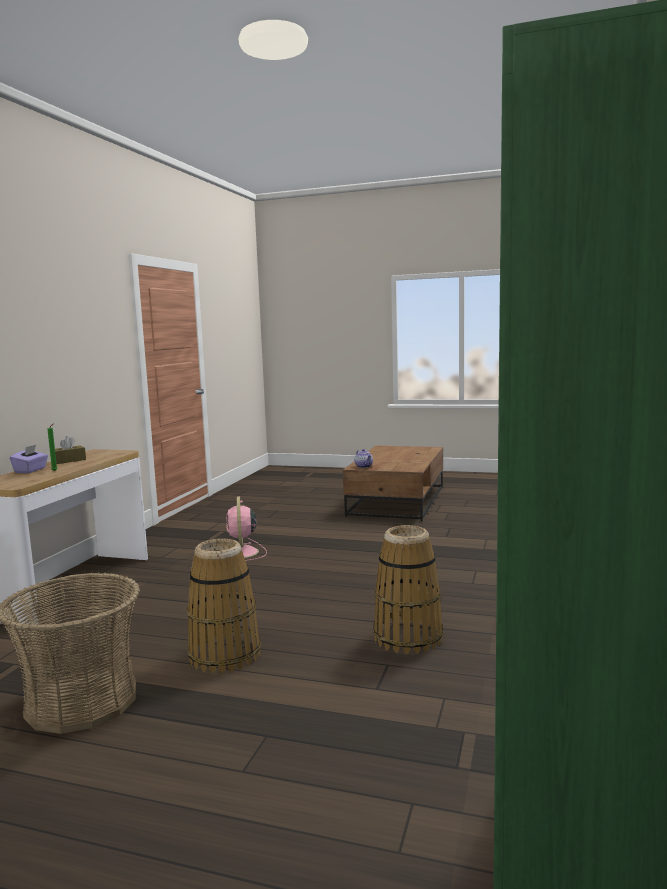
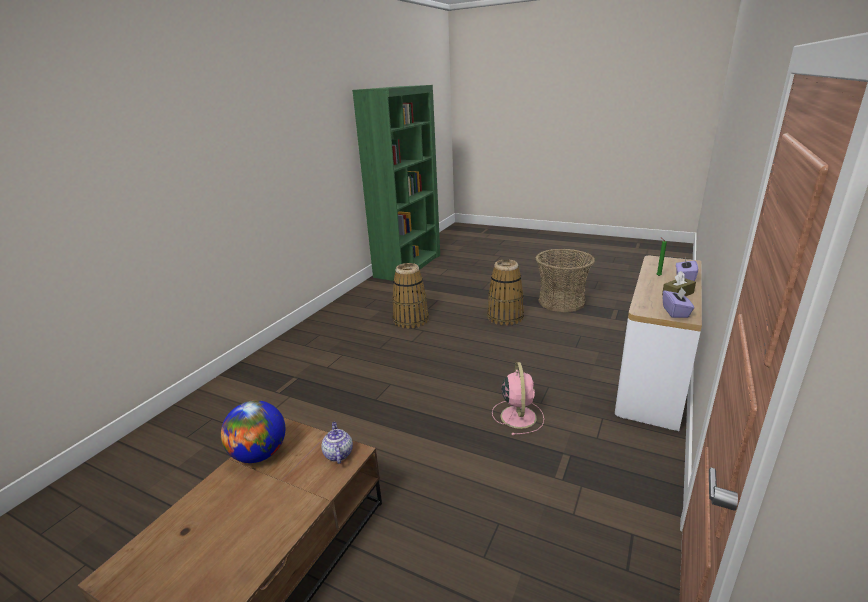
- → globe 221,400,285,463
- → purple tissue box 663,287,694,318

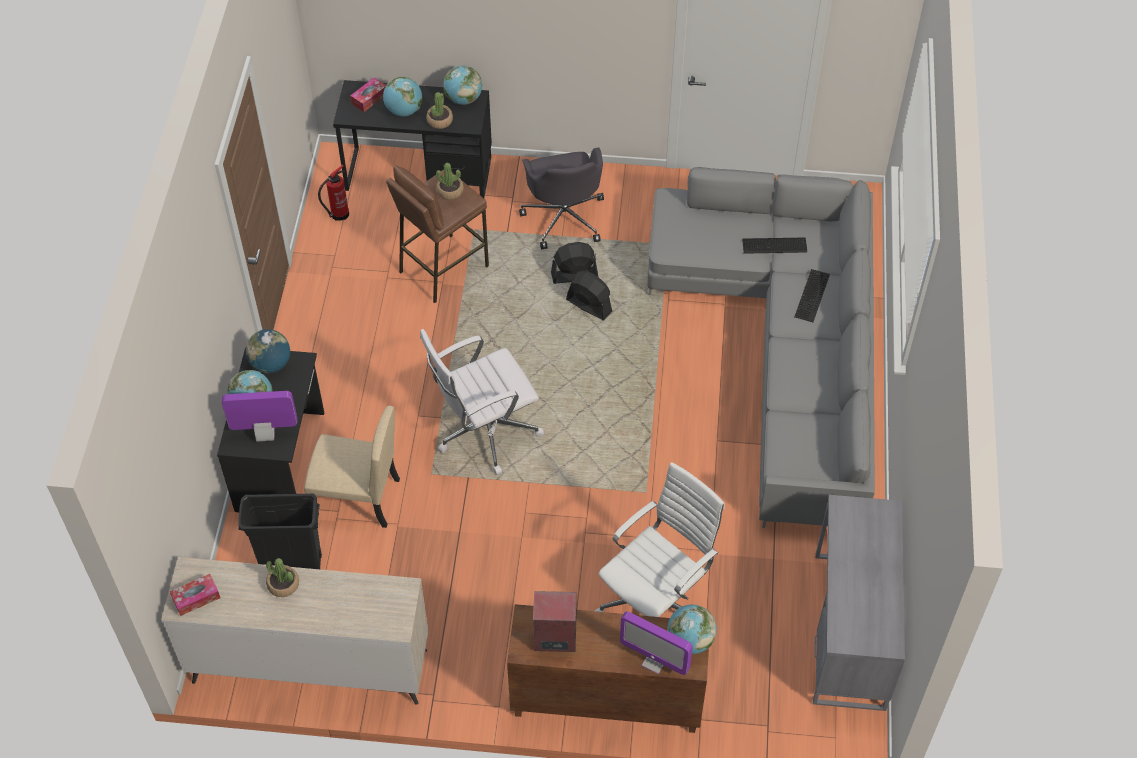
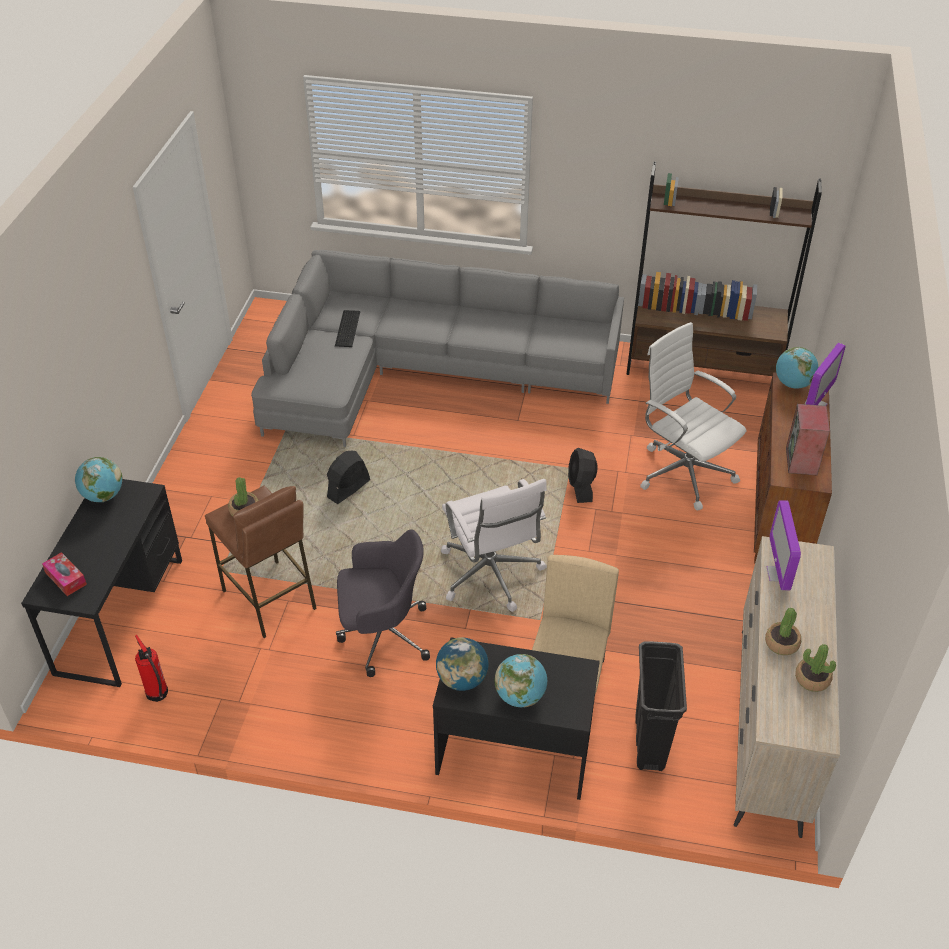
tissue box 170,574,220,616 → -
globe 383,77,422,116 → -
keyboard 794,269,830,322 → -
monitor 222,391,297,442 → monitor 767,500,801,590, shifted
potted plant 427,92,453,129 → potted plant 795,644,836,692, shifted
grey office chair 519,147,604,249 → grey office chair 336,529,430,677, shifted
black fan 551,242,598,284 → black fan 568,448,598,503, shifted
grey desk 813,495,905,711 → brown bookcase 626,162,822,376

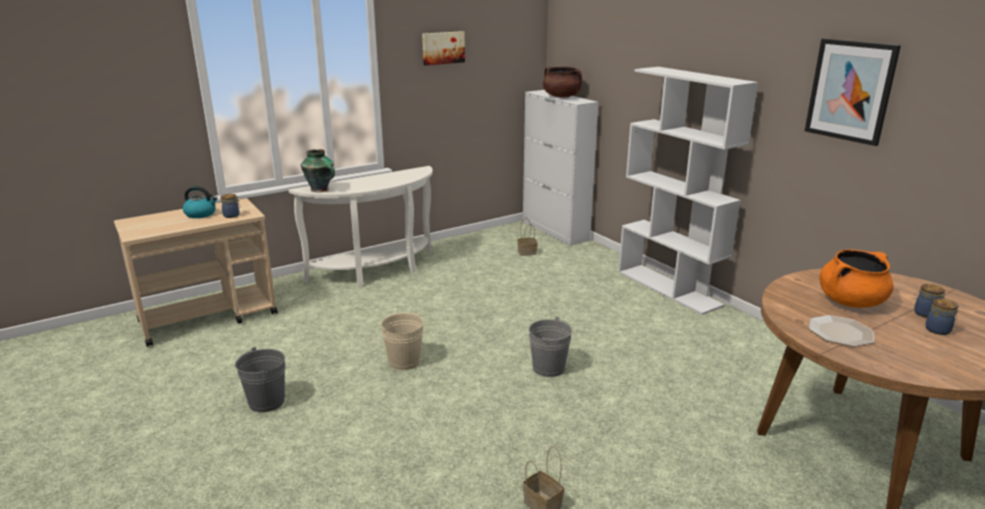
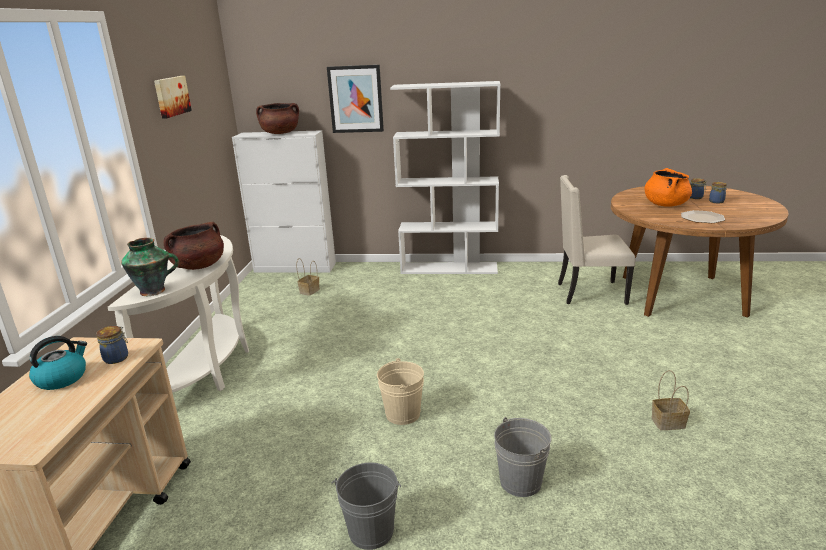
- → brown cooking pot 164,222,224,270
- → beige chair 558,175,635,305
grey bucket 529,317,572,377 → grey bucket 494,417,552,497, shifted
picture 805,38,901,146 → picture 327,65,384,133, shifted

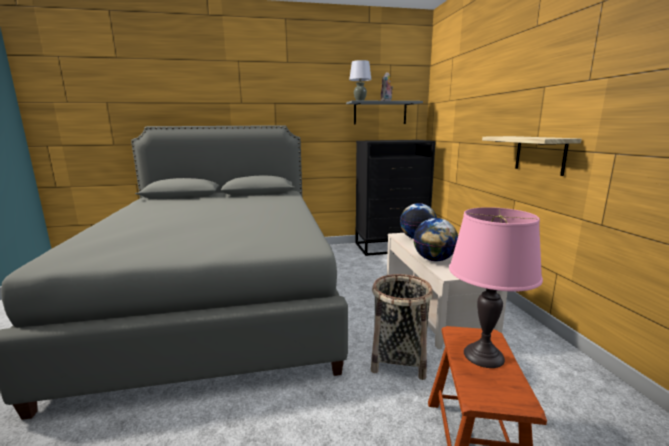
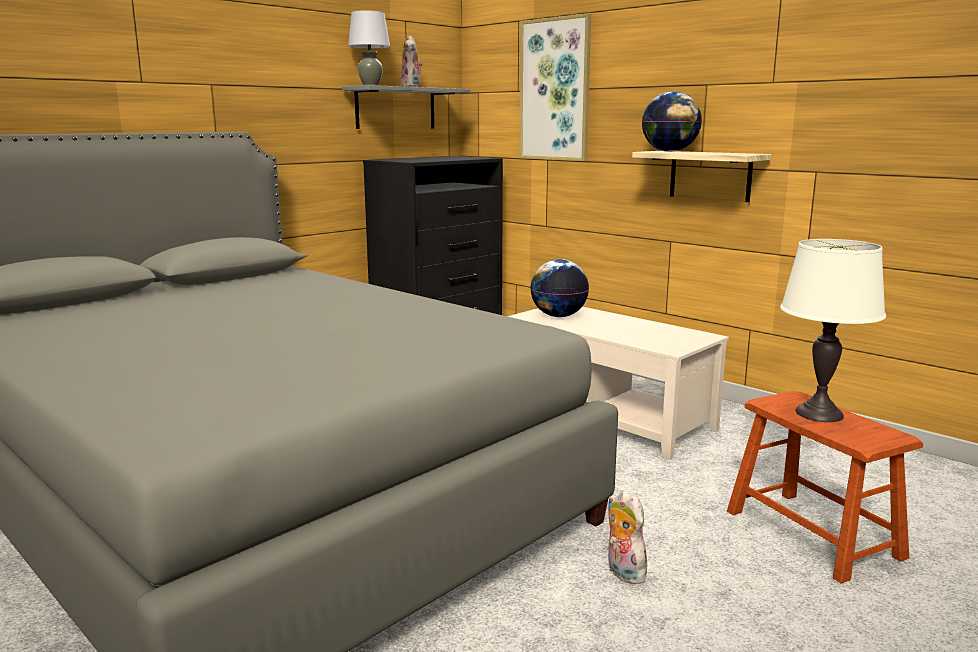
basket 371,274,433,380 → -
- → picture 520,13,591,161
- → plush toy 608,490,649,584
globe 413,218,458,261 → globe 642,91,702,152, shifted
pink table lamp 449,207,543,368 → white table lamp 780,239,886,422

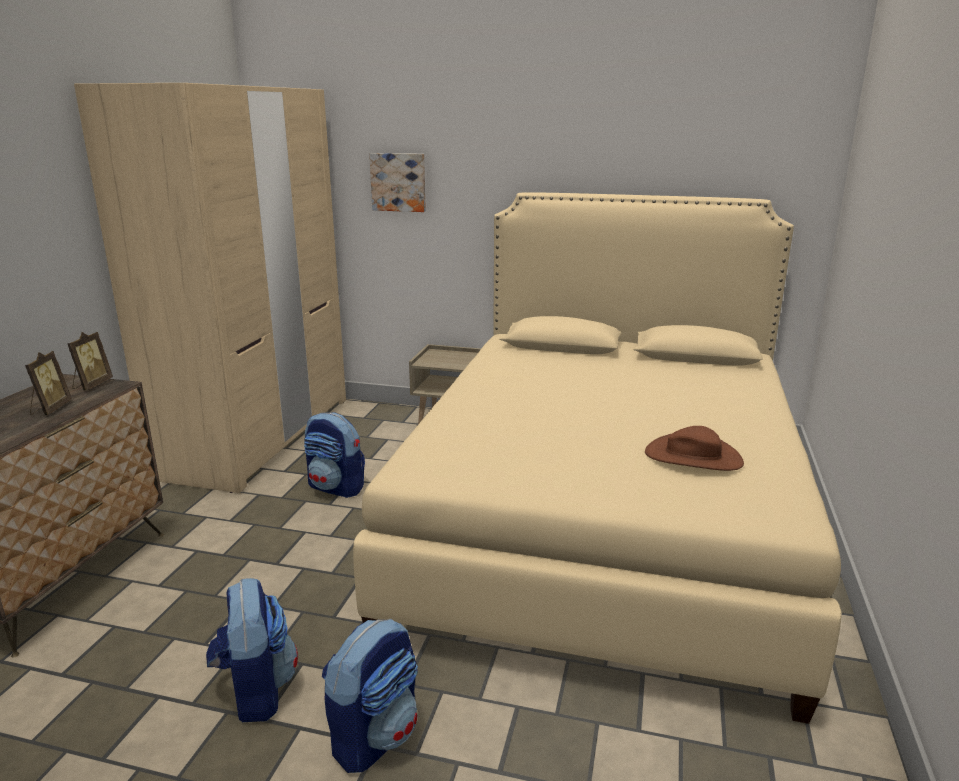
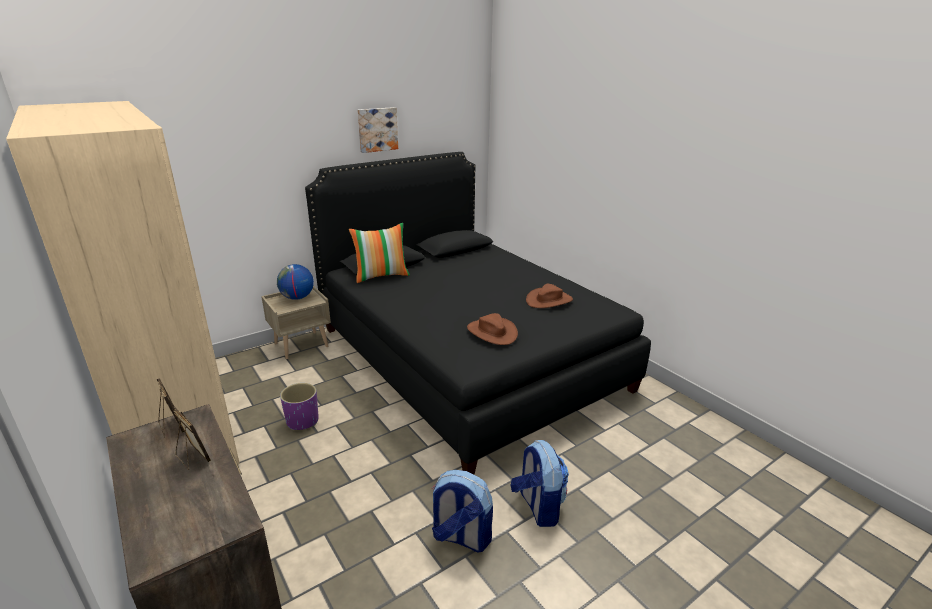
- → globe 277,264,314,300
- → pillow 349,223,410,283
- → brown hat 467,313,518,345
picture 369,153,426,212 → picture 357,107,398,153, shifted
backpack 304,413,365,498 → purple planter 280,383,319,431
beige bed 353,192,842,724 → black bed 305,152,651,475

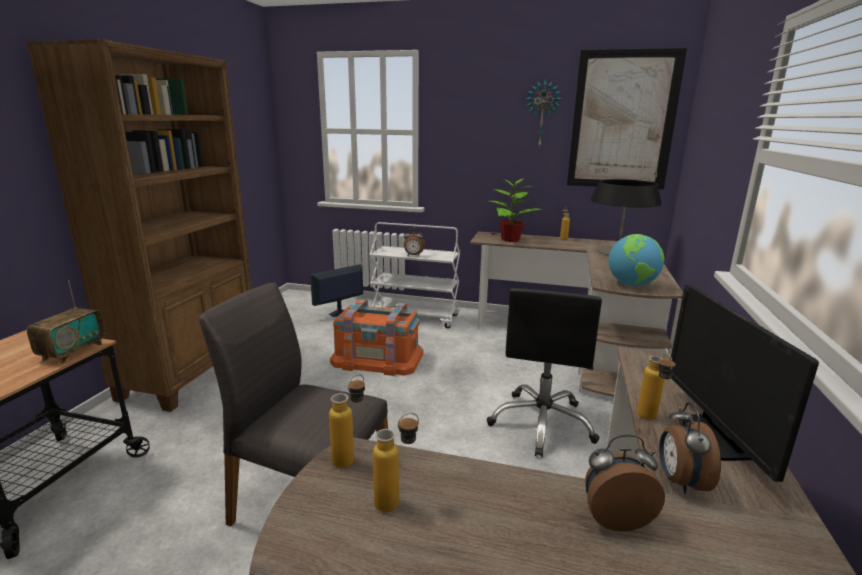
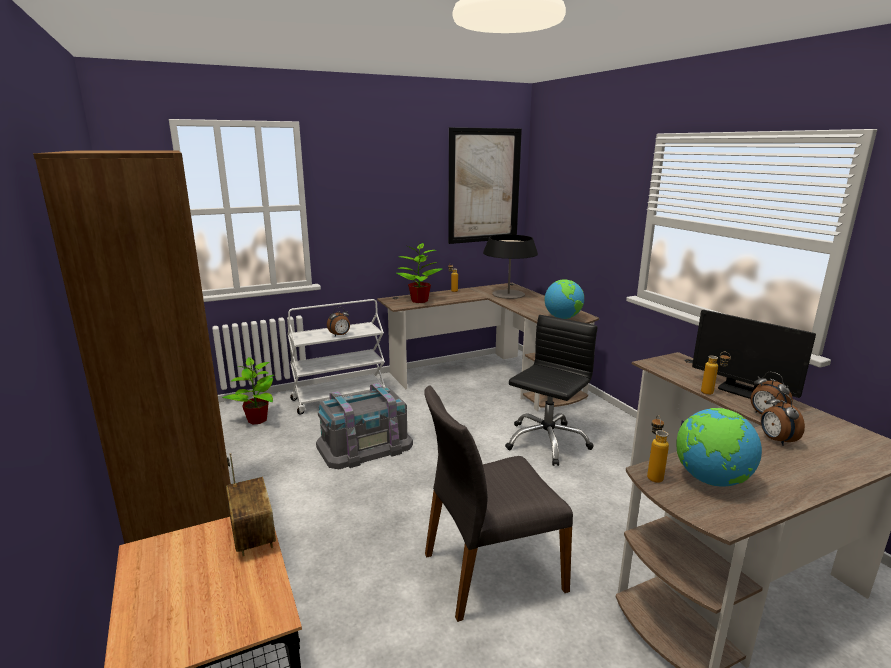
wall clock 526,79,562,148 → -
monitor 310,264,363,317 → potted plant 222,357,274,424
bottle 373,413,419,512 → globe 676,408,762,487
orange storage box 330,299,423,376 → grey storage box 316,383,413,469
black office chair 487,288,602,457 → black office chair 505,315,598,466, 120 degrees counterclockwise
alarm clock 585,435,665,532 → alarm clock 761,392,805,446, 60 degrees counterclockwise

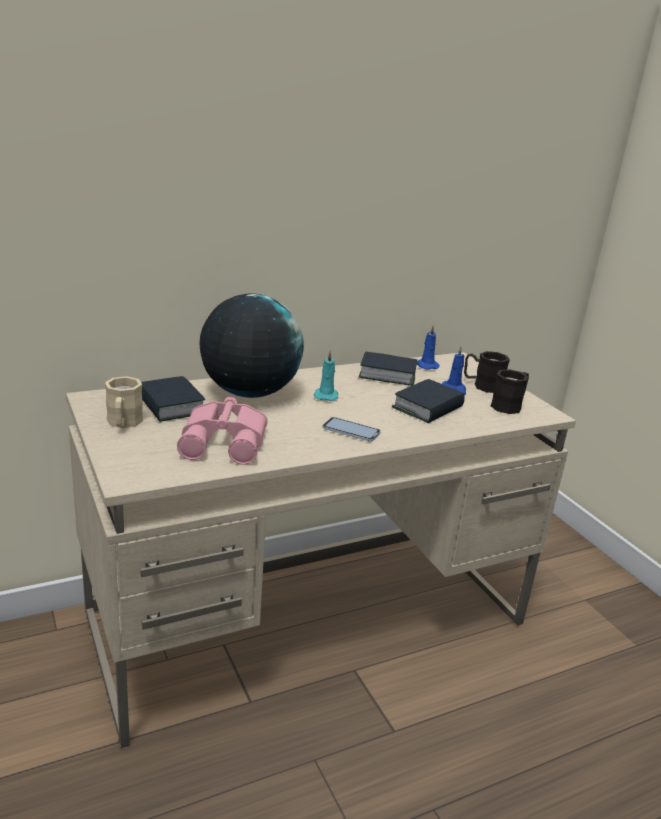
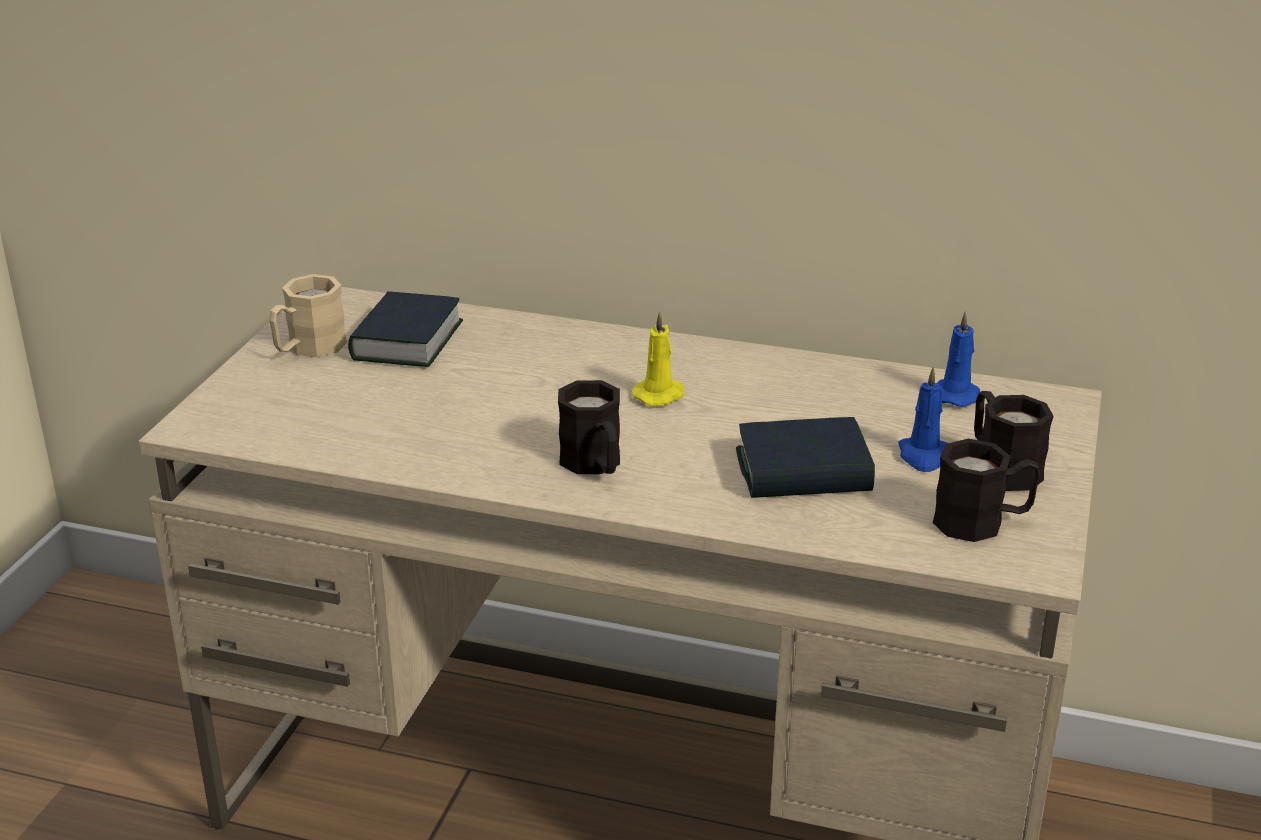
pink binoculars 177,397,268,465 → -
globe 199,294,304,398 → -
book 359,351,417,386 → -
phone 322,417,381,442 → black mug 558,380,620,474
turquoise candle 314,350,338,401 → yellow candle 632,311,684,406

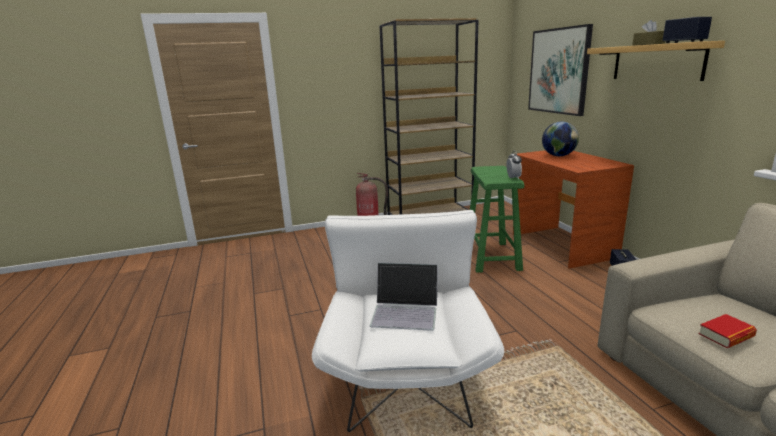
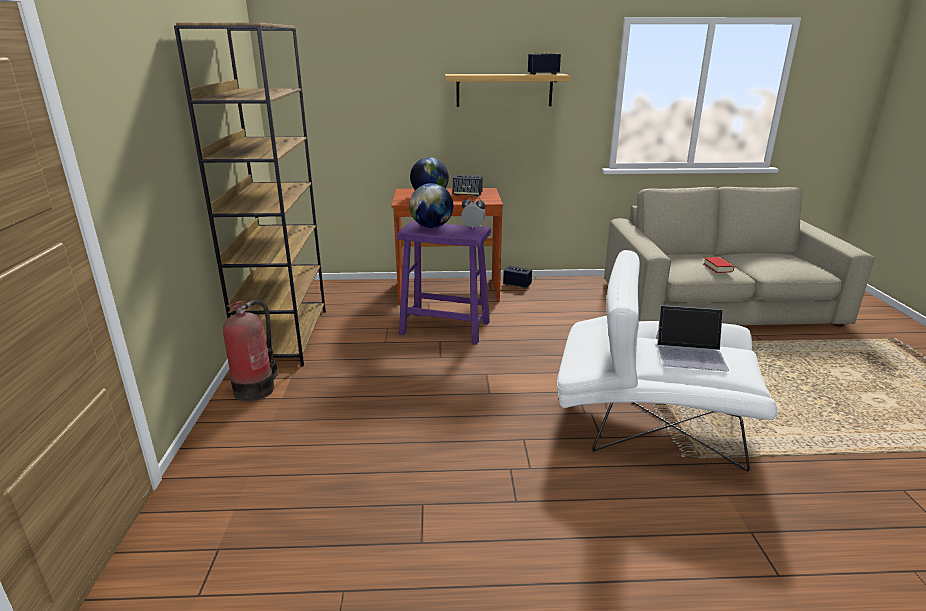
picture 528,24,593,116 → -
brown tissue box 633,20,666,46 → -
- → globe 409,183,453,228
- → speaker 453,175,483,197
green stool 470,166,524,273 → purple stool 397,221,491,345
laptop 370,263,438,331 → laptop 656,305,729,371, 75 degrees clockwise

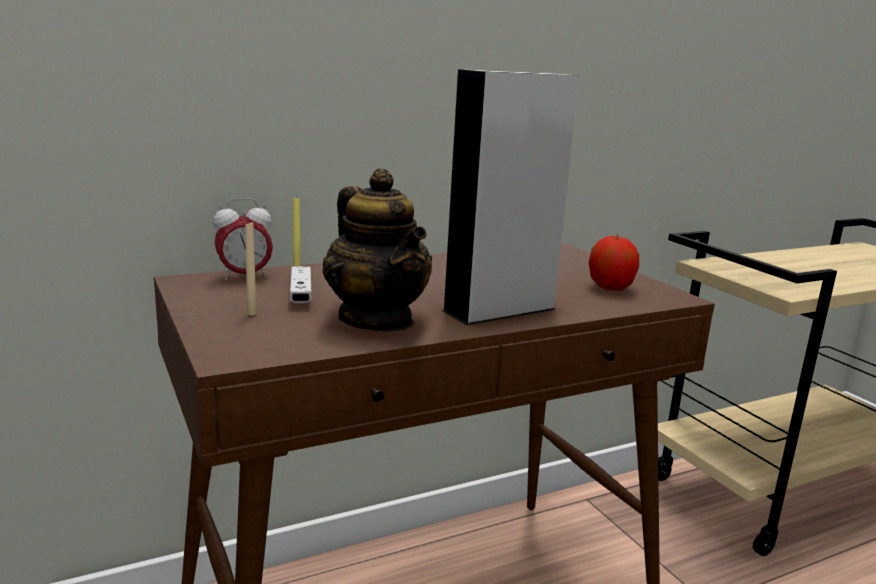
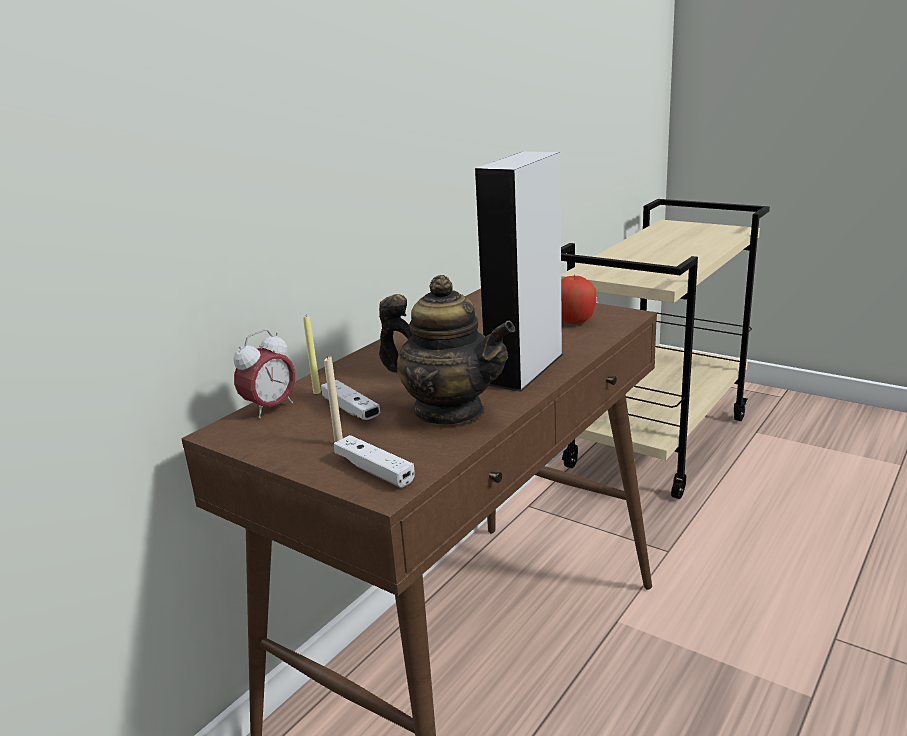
- → white game controller 334,435,415,487

